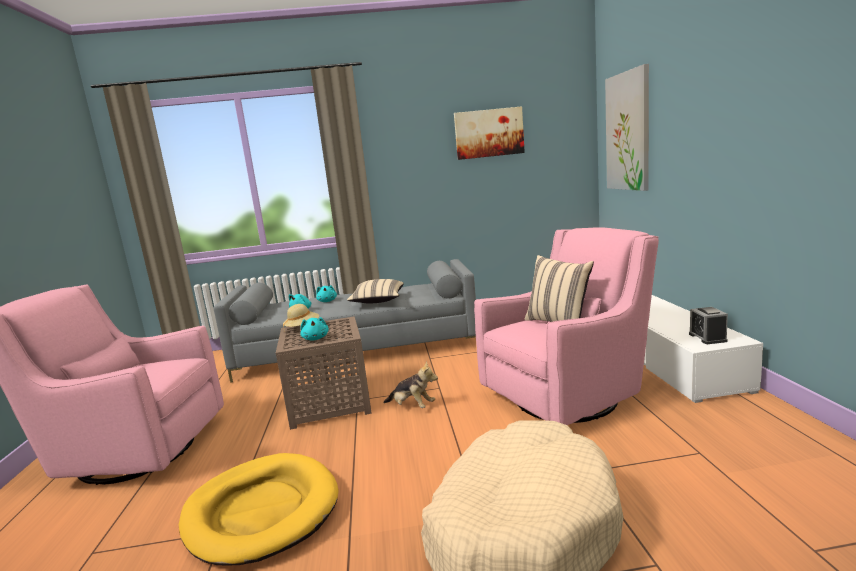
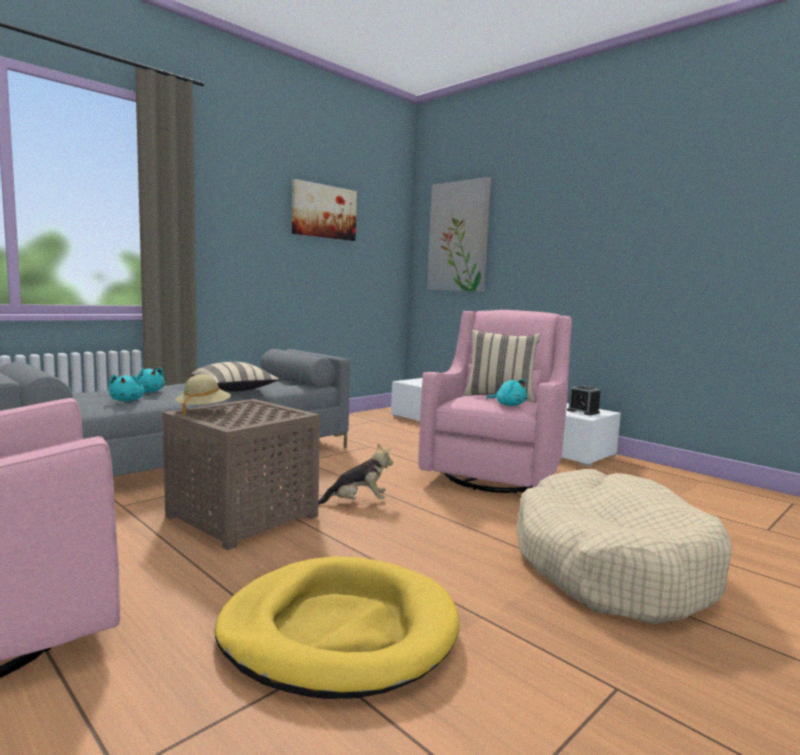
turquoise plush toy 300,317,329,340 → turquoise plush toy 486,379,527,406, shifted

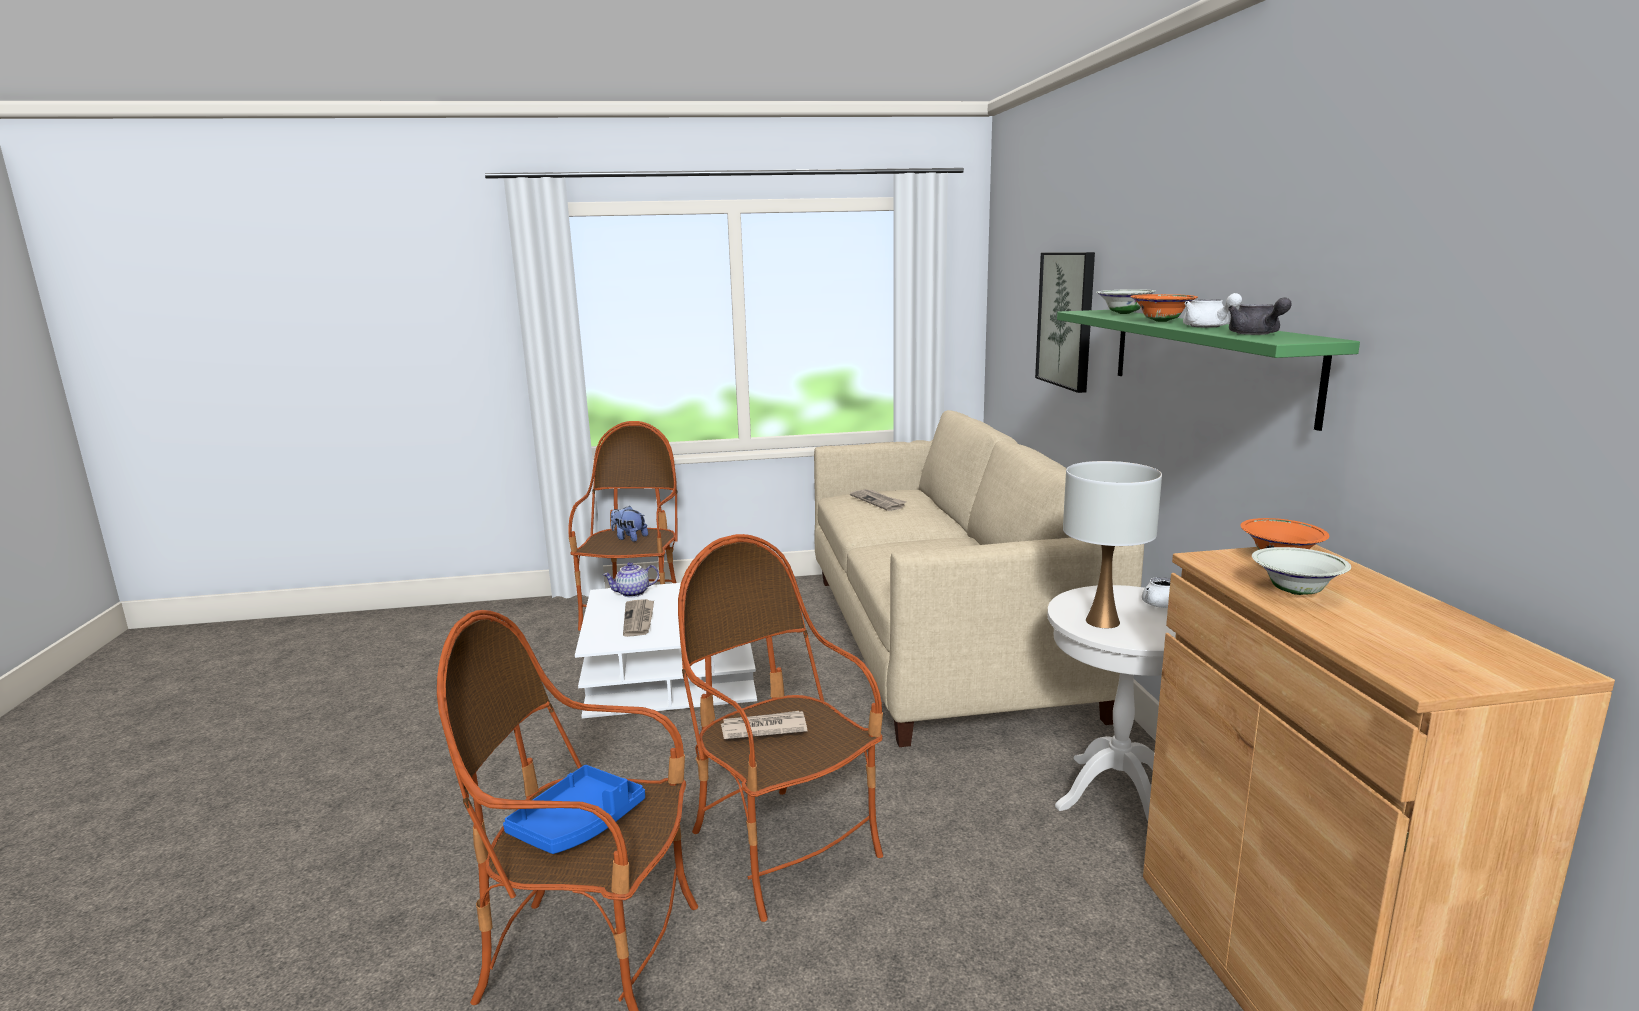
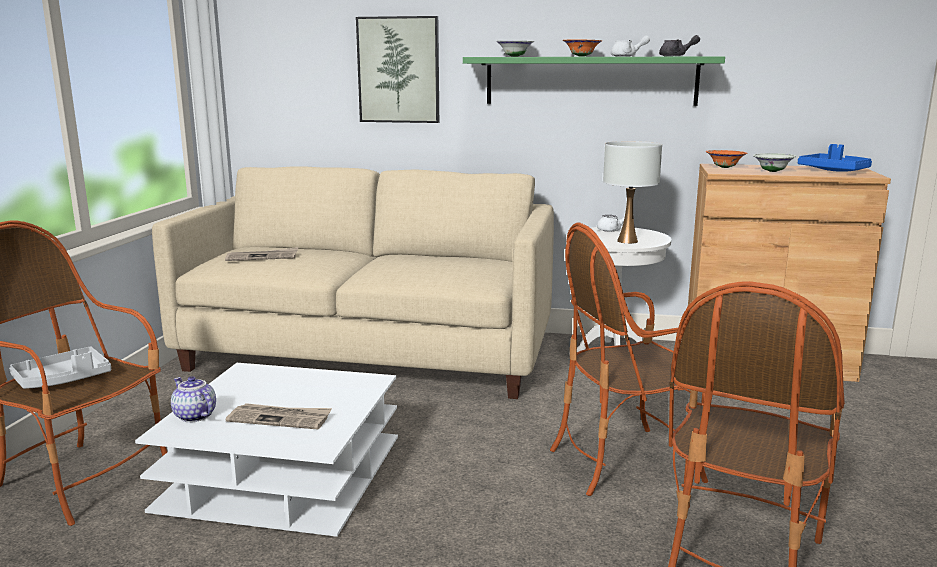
newspaper 721,711,807,739 → -
blue tray 503,765,645,854 → blue tray 798,144,872,172, shifted
plush toy 611,506,648,542 → grey tray 9,347,111,389
teapot 603,562,659,597 → teapot 171,376,216,422, 135 degrees clockwise

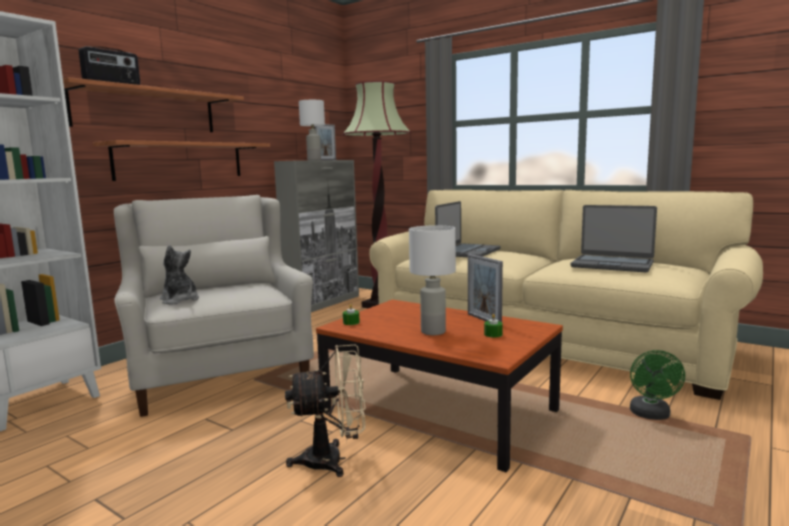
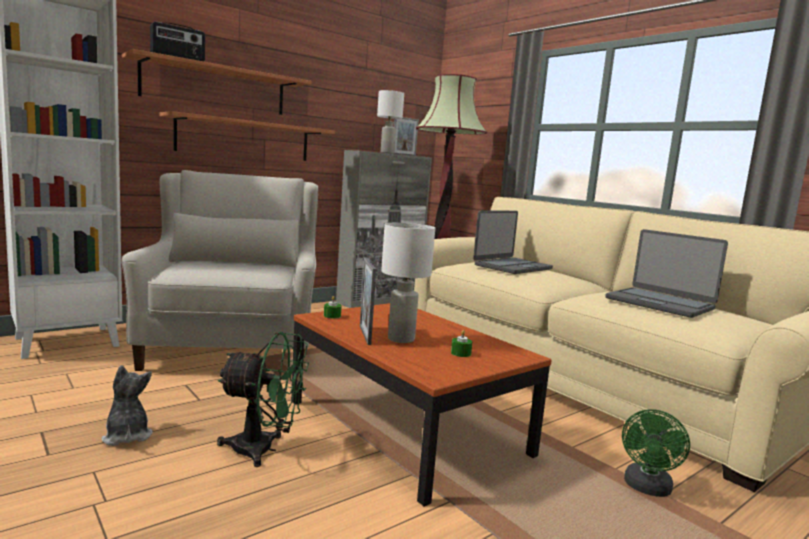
plush toy 160,245,199,304 → plush toy 101,365,152,446, shifted
picture frame 468,254,503,322 → picture frame 360,258,376,345, shifted
beige fan 285,345,366,477 → green fan 217,332,309,467

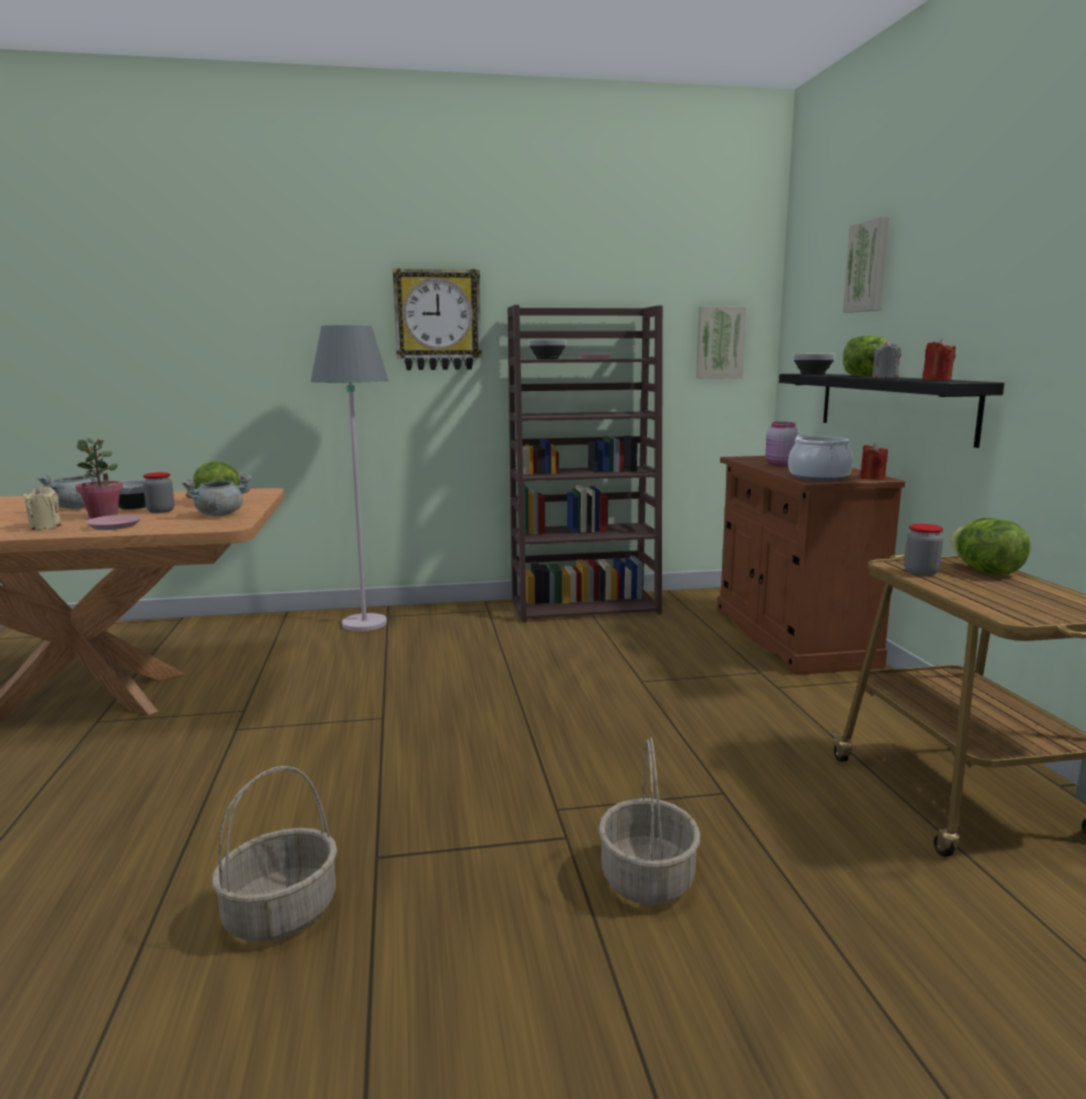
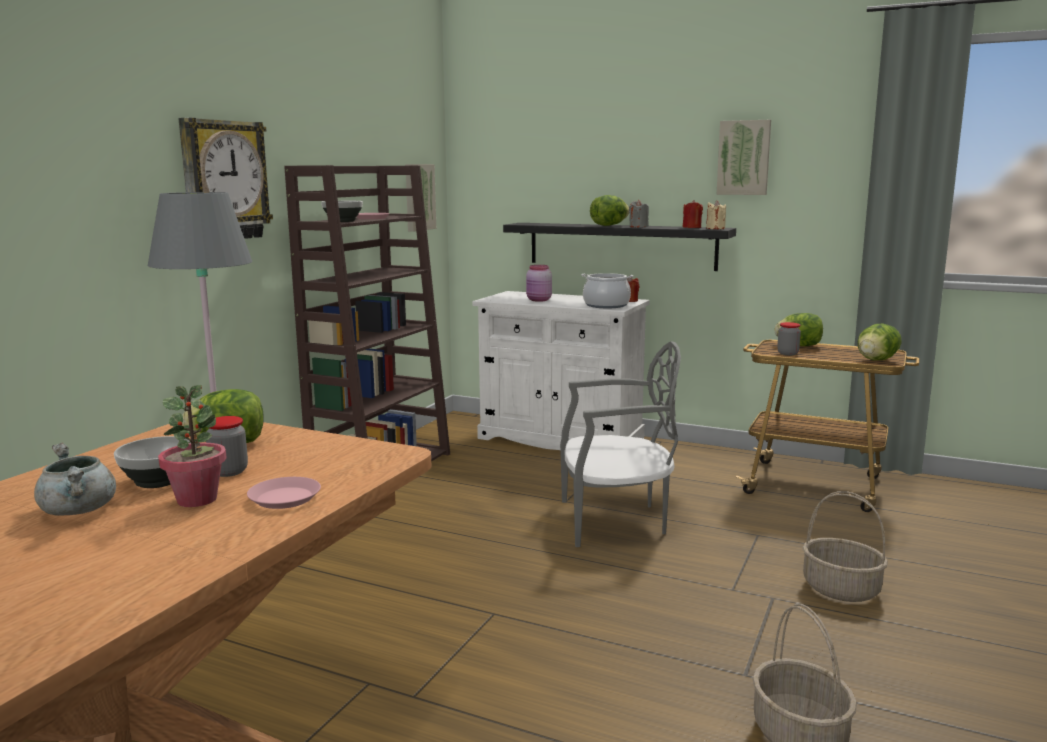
grey cooking pot 182,474,252,516 → -
bowl 793,354,836,374 → -
- → grey chair 560,341,681,547
- → lettuce 857,323,902,360
beige candle 23,486,62,530 → beige candle 706,200,726,229, shifted
picture 843,216,890,313 → picture 717,120,771,195, shifted
brown cabinet 717,456,905,675 → white cabinet 472,291,650,450

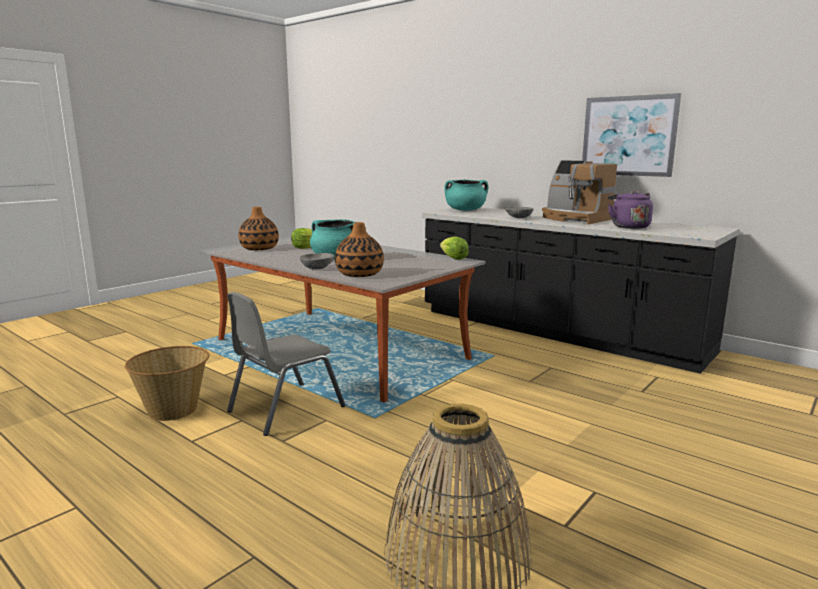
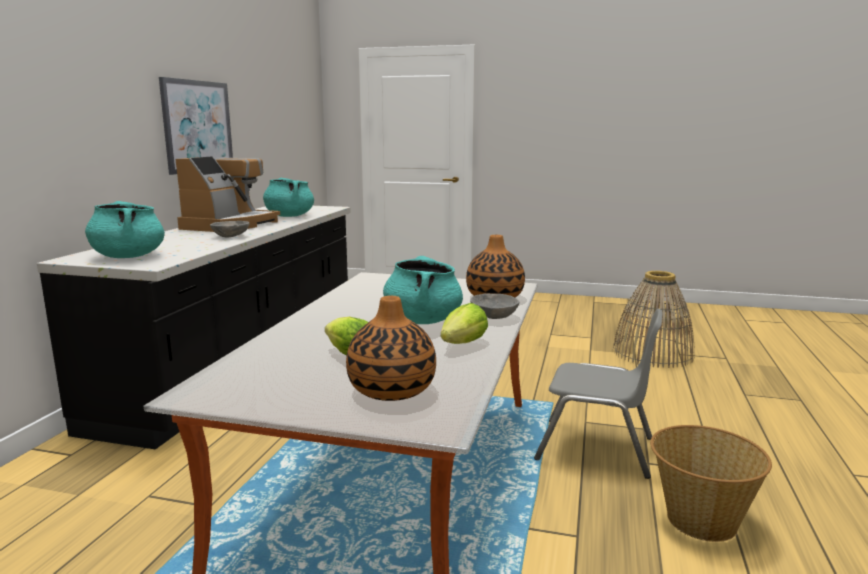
lettuce 440,236,469,260 → lettuce 441,303,488,344, shifted
purple kettle 608,191,653,229 → turquoise cooking pot 263,178,314,217

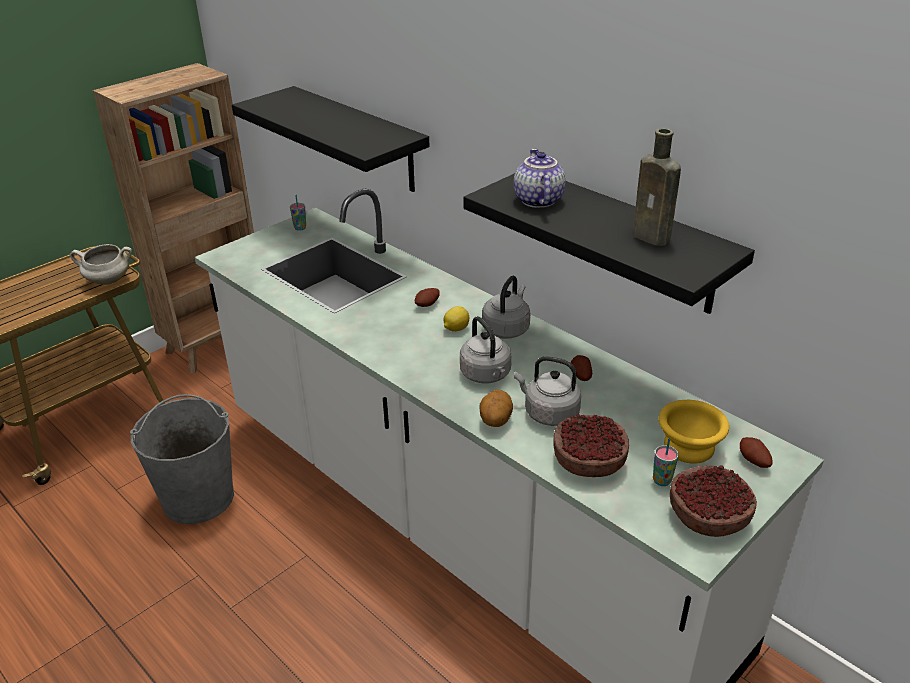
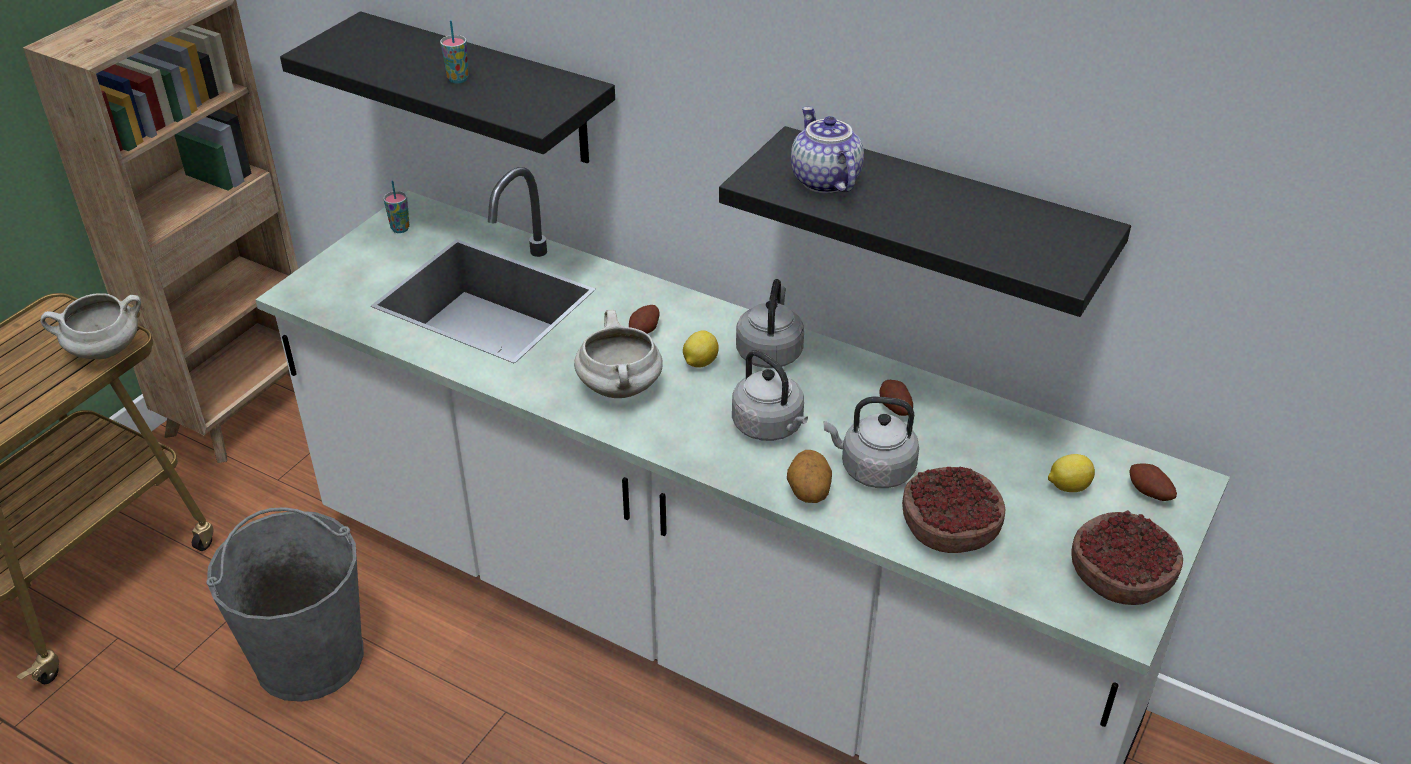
brown bottle 633,128,681,246 → -
- → white cooking pot 574,309,663,398
cup 653,438,679,486 → cup 440,21,469,84, shifted
yellow bowl 659,400,729,464 → lemon 1048,454,1095,492

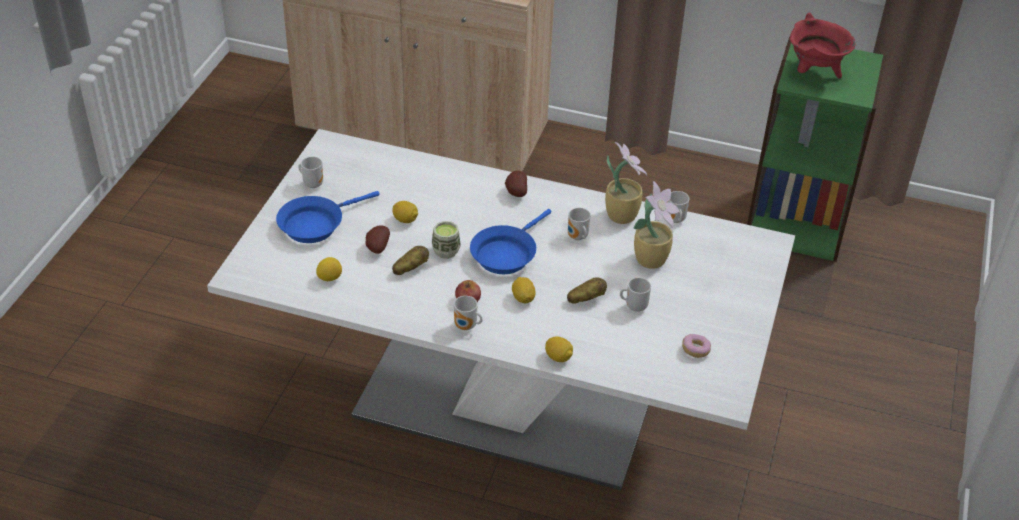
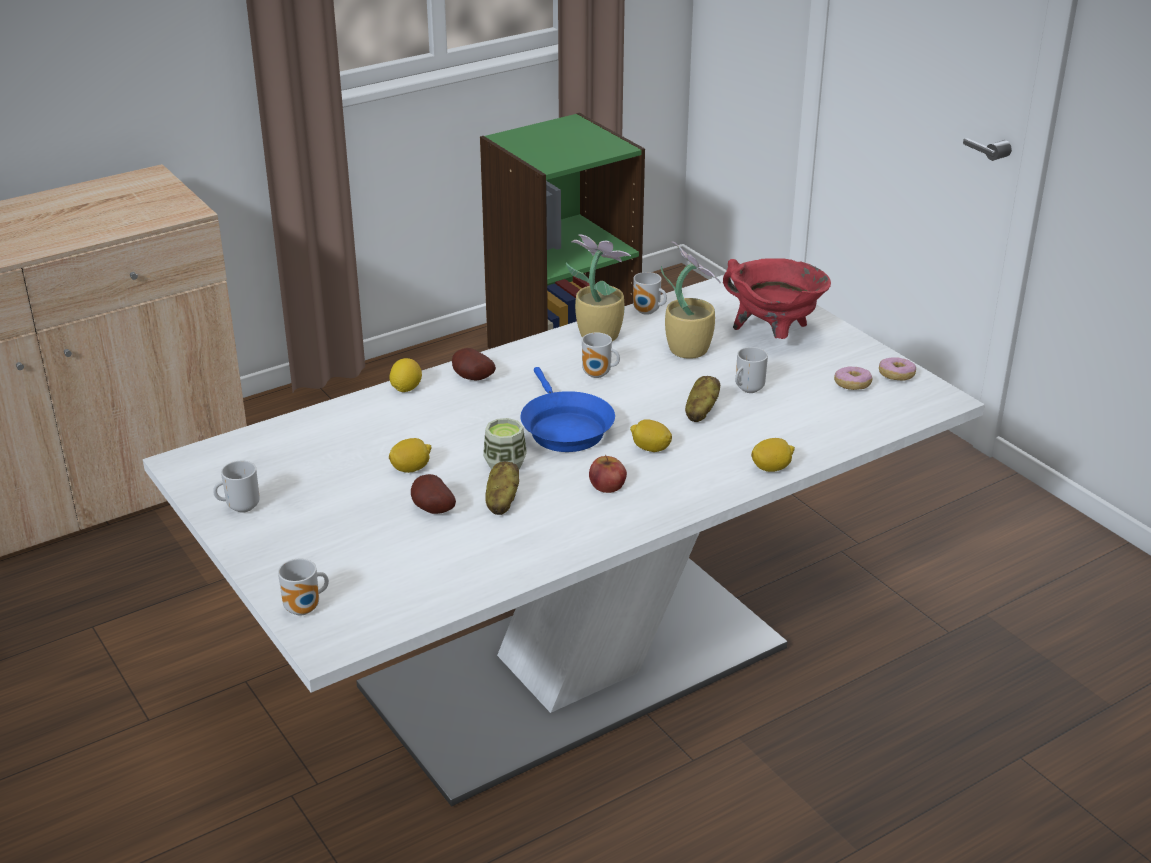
blue frying pan 276,191,380,243 → -
- → donut 879,357,916,381
lemon 316,257,342,281 → lemon 389,358,422,392, shifted
mug 454,296,483,330 → mug 278,559,329,616, shifted
red cooking pot 790,12,856,79 → red cooking pot 723,258,831,339, shifted

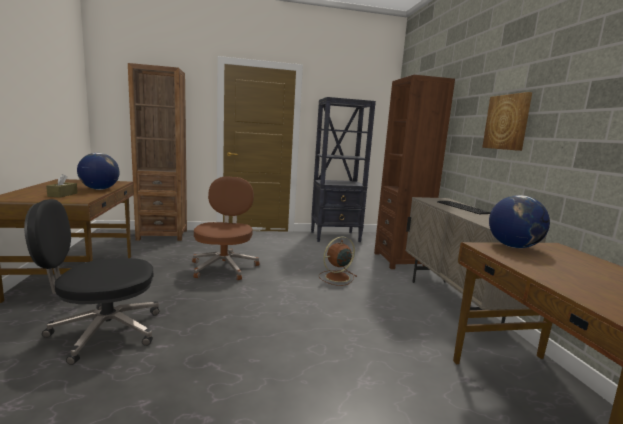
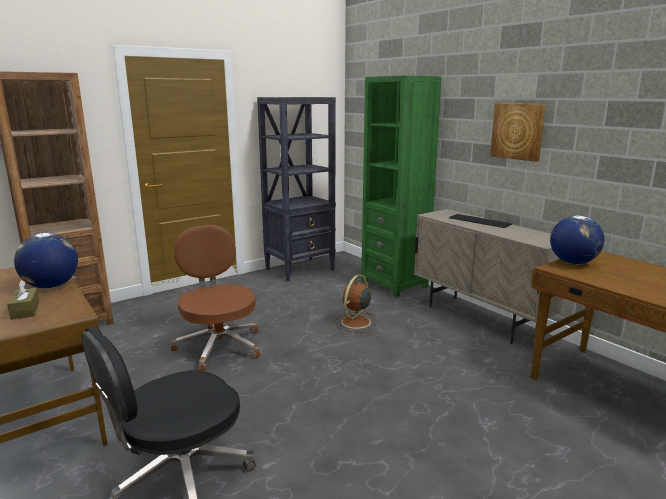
brown bookcase 374,75,455,269 → green bookcase 361,75,442,297

